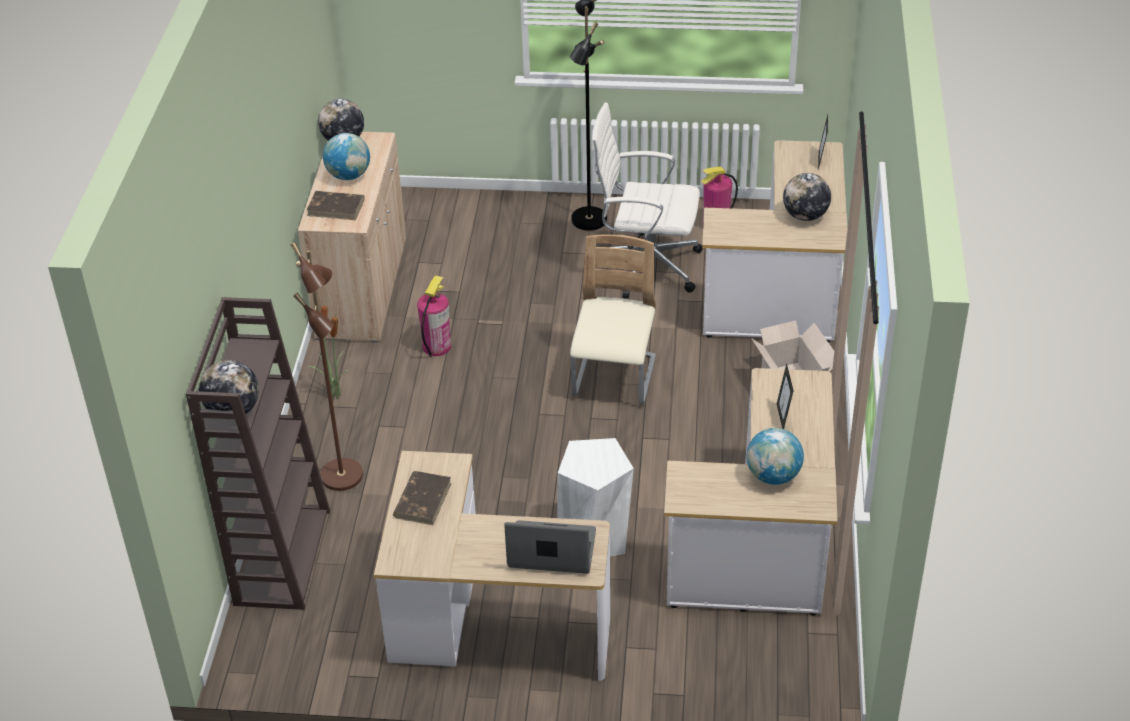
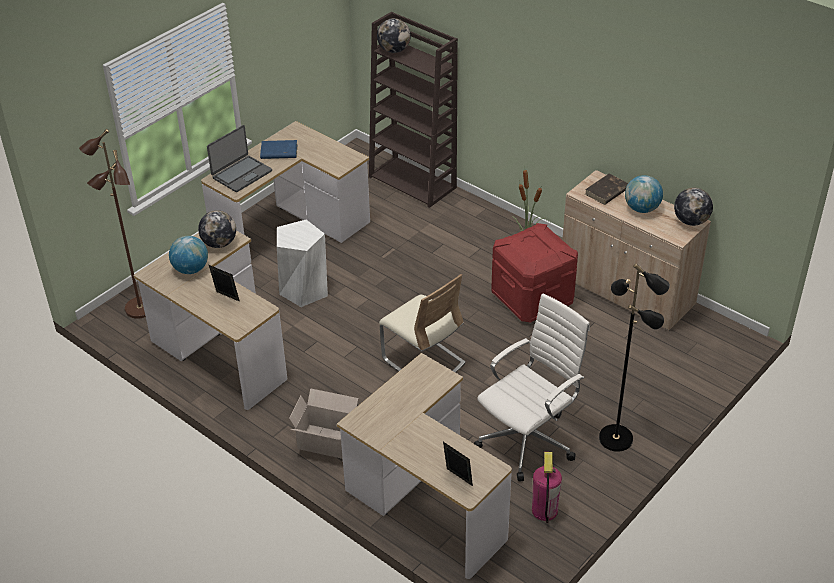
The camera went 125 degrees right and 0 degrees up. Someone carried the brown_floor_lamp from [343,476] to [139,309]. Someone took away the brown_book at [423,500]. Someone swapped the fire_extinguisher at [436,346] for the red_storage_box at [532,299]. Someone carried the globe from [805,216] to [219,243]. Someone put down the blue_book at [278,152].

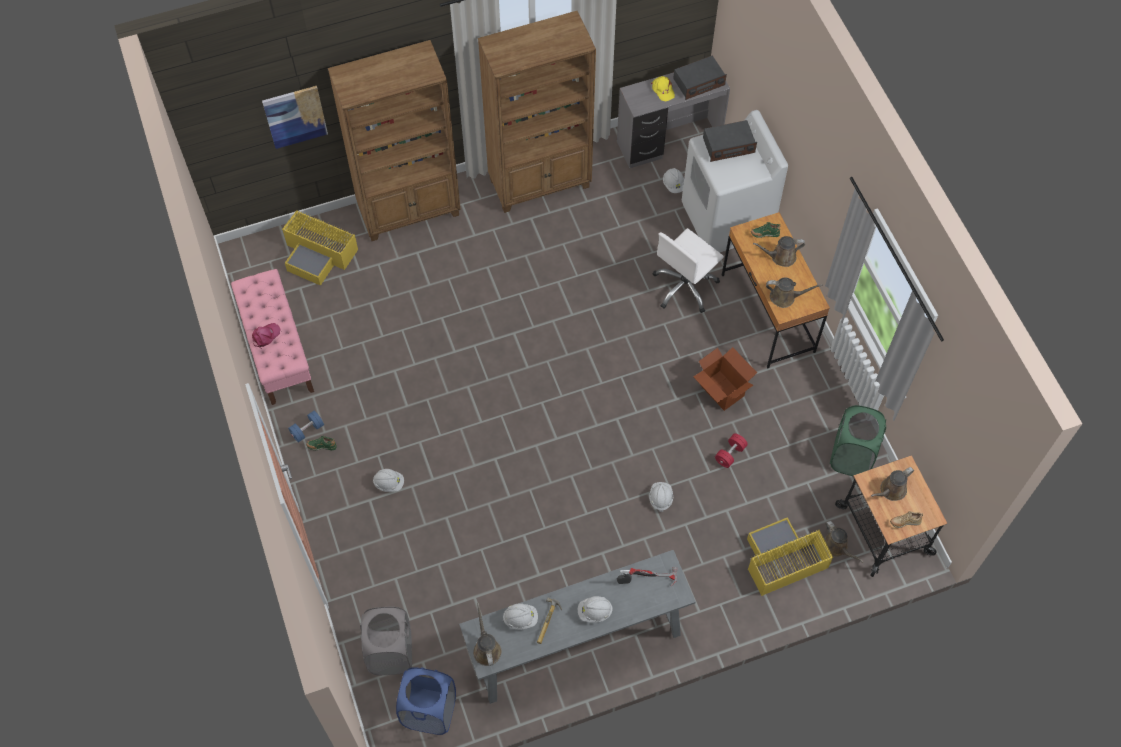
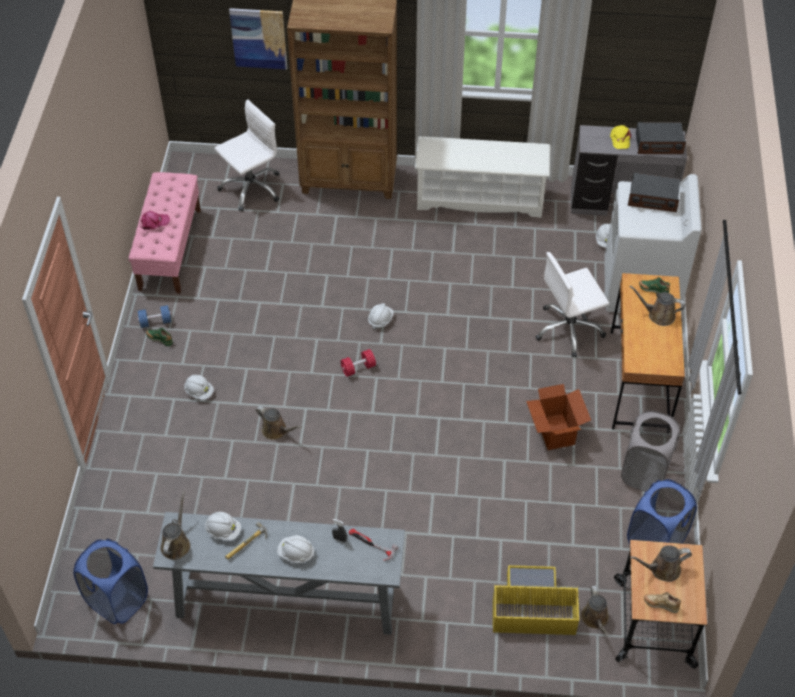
The camera went 25 degrees right and 10 degrees down. Someone swapped the yellow_storage_box at [319,254] for the white_office_chair at [251,188]. Someone carried the grey_laundry_basket from [391,653] to [645,472]. Someone swapped the brown_bookcase at [540,183] for the white_shoe_rack at [480,198]. Someone carried the white_hard_hat from [660,498] to [380,320]. Someone carried the red_dumbbell from [730,454] to [358,368]. Someone carried the brown_watering_can from [785,297] to [276,430]. Someone repainted the green_laundry_basket at [851,456], which became the blue_laundry_basket at [655,541].

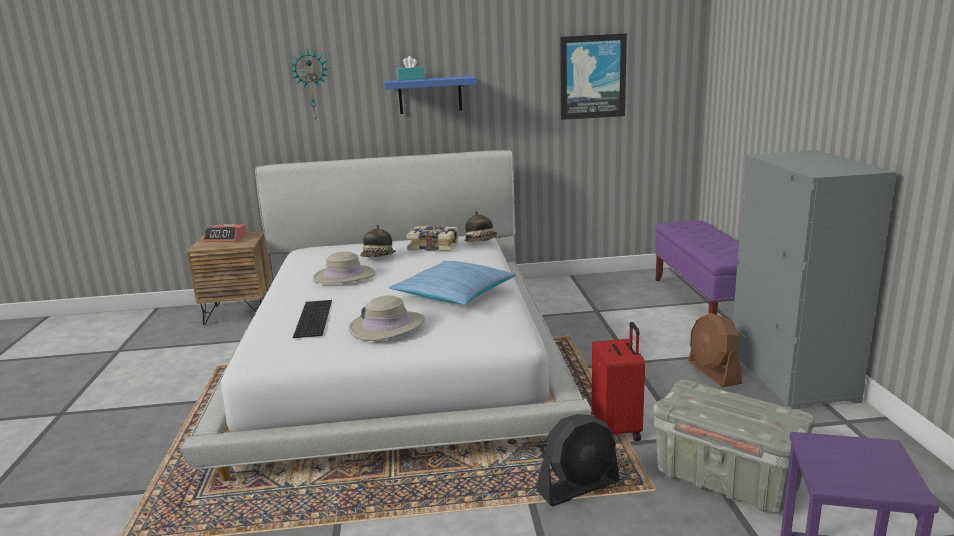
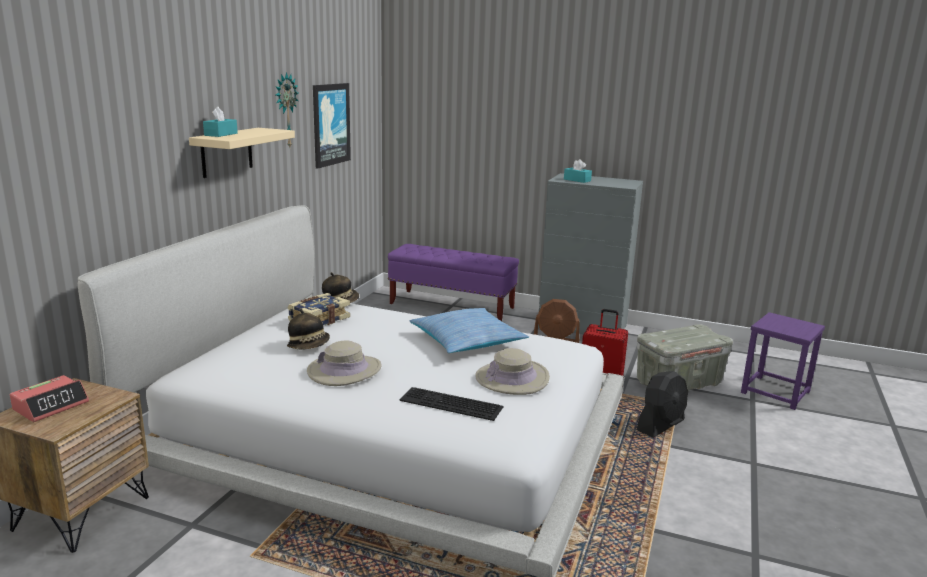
The camera went 65 degrees left and 0 degrees up. Someone carried the wall_clock from [311,85] to [285,110]. Someone repainted the blue_shelf at [430,95], which became the beige_shelf at [226,152]. Someone rotated the black_fan at [579,487] by 45 degrees clockwise. Someone put down the turquoise_tissue_box at [577,180].

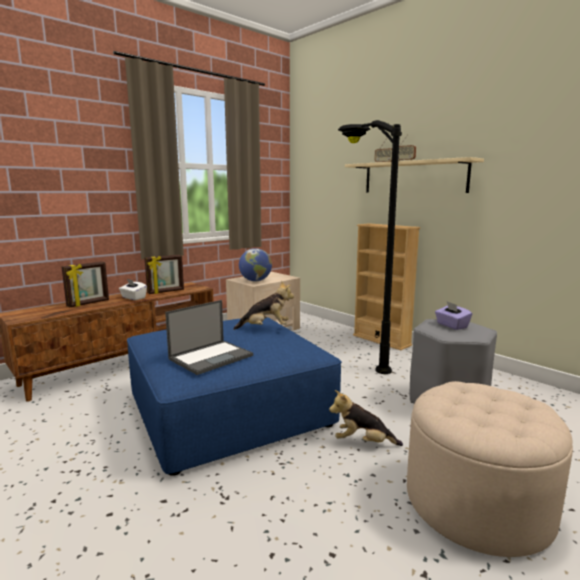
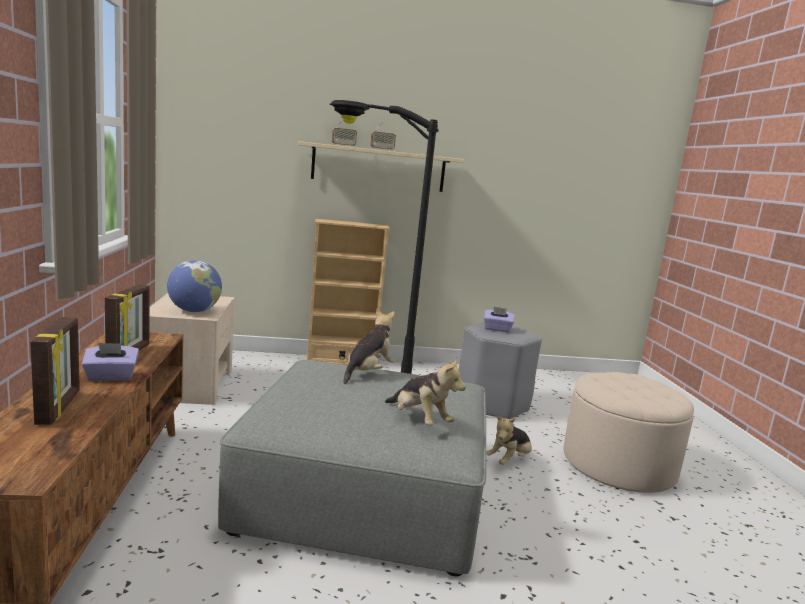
The camera went 55 degrees left and 0 degrees up. Someone repainted the white_tissue_box at [133,298], which became the purple_tissue_box at [111,377]. Someone repainted the blue_ottoman at [229,408], which became the grey_ottoman at [363,489]. Someone swapped the laptop at [211,357] for the plush_toy at [419,420].

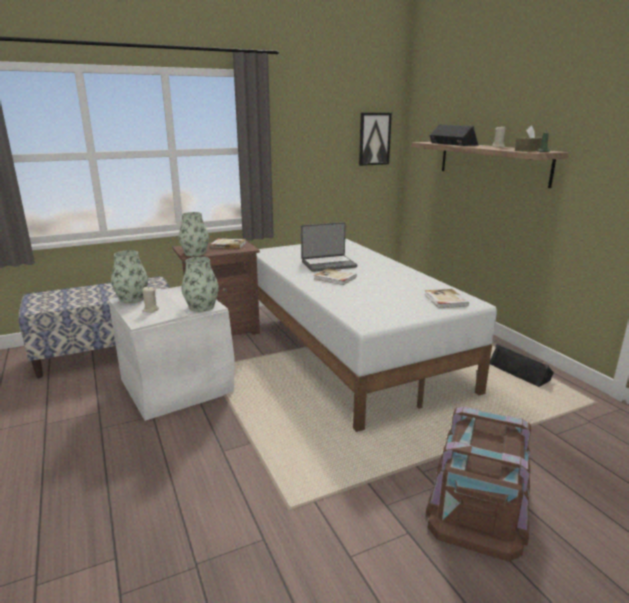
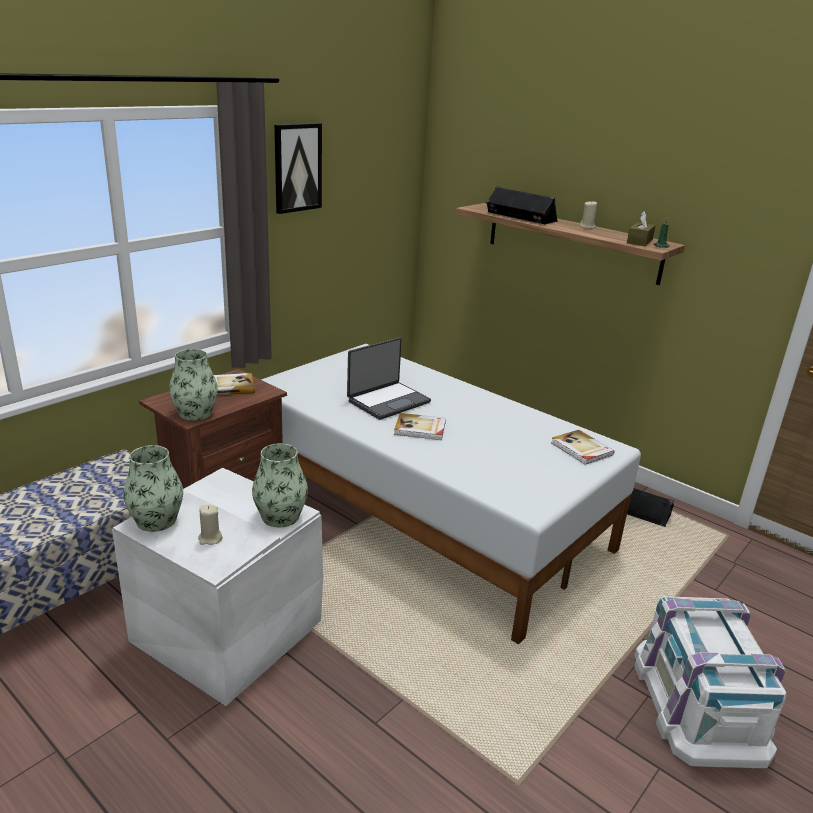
The camera went 25 degrees left and 5 degrees up. Someone carried the picture from [374,139] to [297,167]. Someone repainted the brown_storage_box at [478,501], which became the white_storage_box at [698,702].

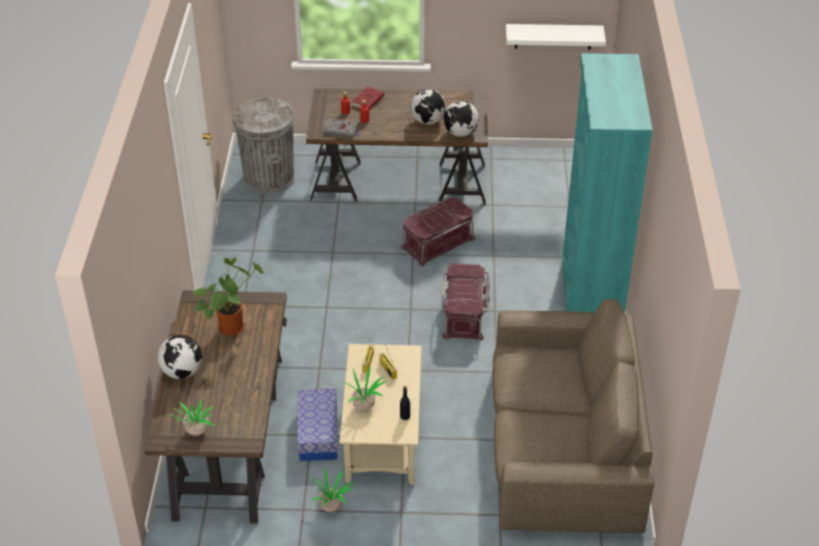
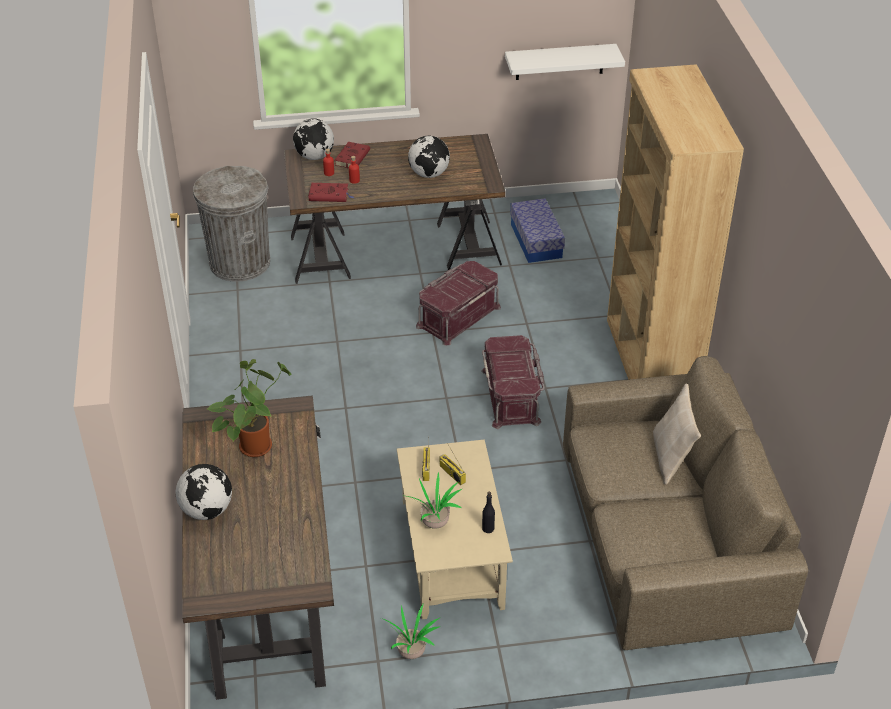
The camera went 10 degrees left and 0 degrees up. Someone took away the potted_plant at [196,433]. Someone carried the storage_box from [318,434] to [536,241]. Someone repainted the grey_book at [341,130], which became the red_book at [330,195]. Someone carried the globe from [460,133] to [314,157]. Someone repainted the turquoise_bookcase at [589,300], which became the brown_bookcase at [650,362]. Someone put down the beige_pillow at [671,458].

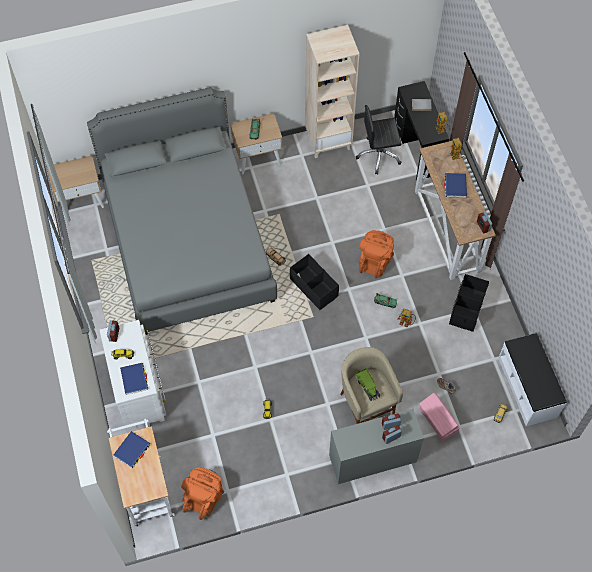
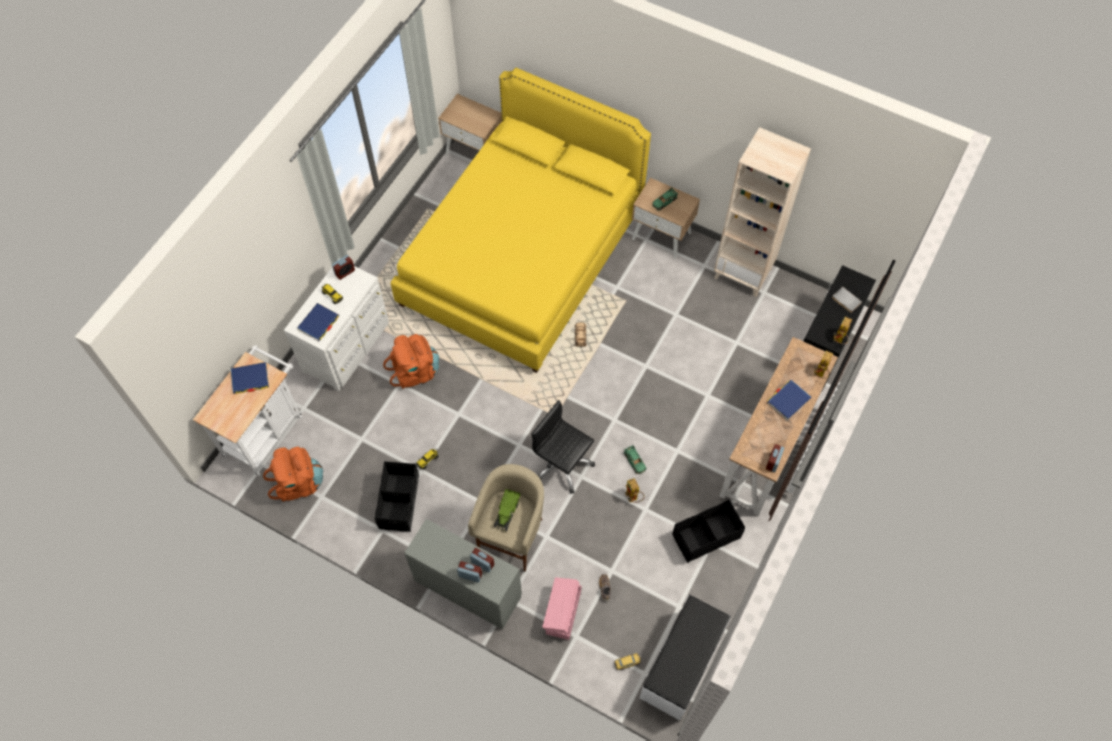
The camera went 45 degrees right and 0 degrees up. Someone repainted the grey_bed at [187,240], which became the yellow_bed at [522,257]. Someone carried the black_storage_box from [314,287] to [399,502]. Someone carried the black_office_chair from [379,155] to [561,465]. Someone carried the orange_backpack from [375,261] to [415,372].

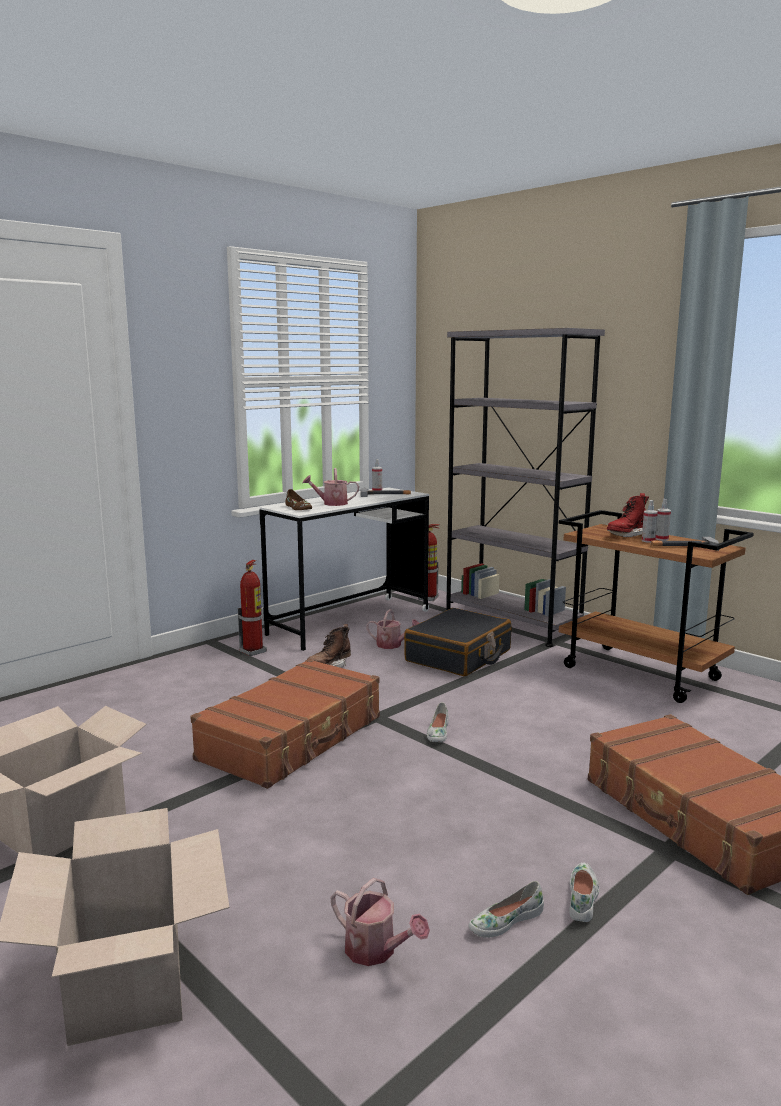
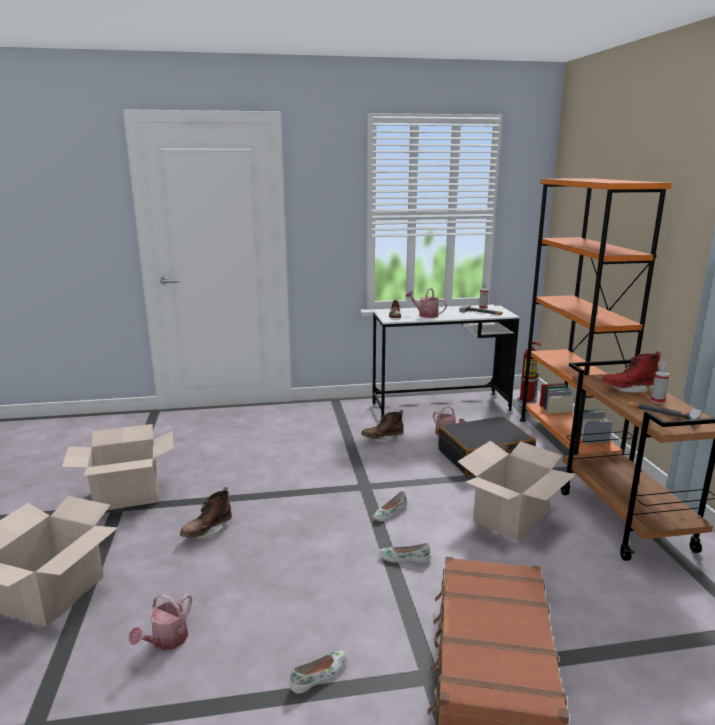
The camera went 35 degrees right and 5 degrees up. Someone took away the brown_suitcase at [293,738]. Someone took away the fire_extinguisher at [253,651]. Someone rotated the watering_can at [376,951] by 45 degrees clockwise. Someone repainted the grey_bookcase at [512,623], which became the orange_bookcase at [567,441]. Someone carried the white_shoe from [505,920] to [404,558]. Someone took away the spray_bottle at [648,541]. Someone put down the brown_boot at [207,531]. Someone put down the cardboard_box at [510,517].

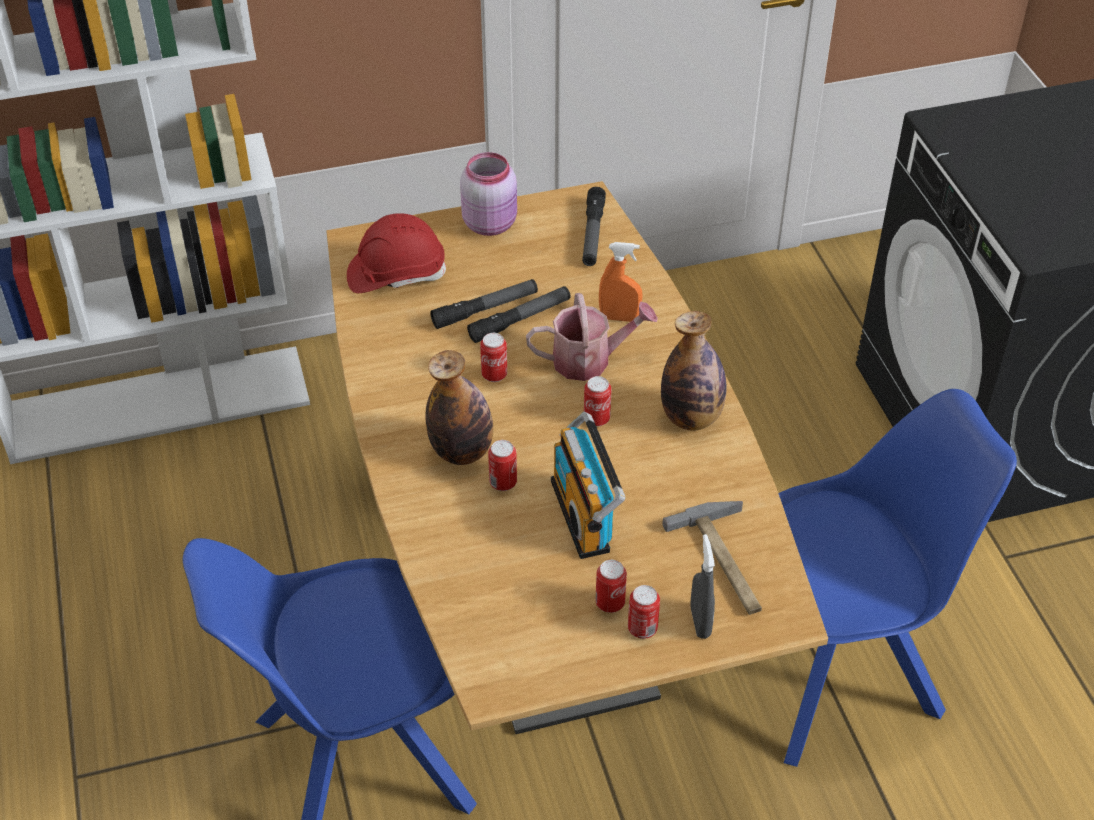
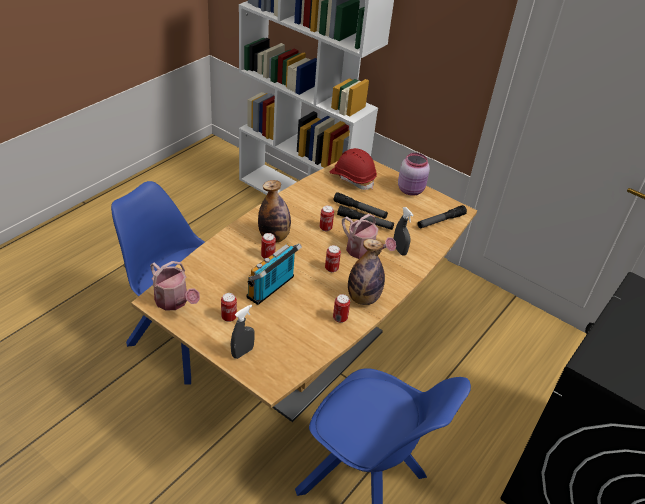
The camera went 50 degrees right and 5 degrees down. Someone repainted the orange_spray_bottle at [619,317], which became the grey_spray_bottle at [399,250]. Someone carried the can from [642,629] to [340,318]. Someone took away the hammer at [727,562]. Someone put down the watering_can at [174,302].

